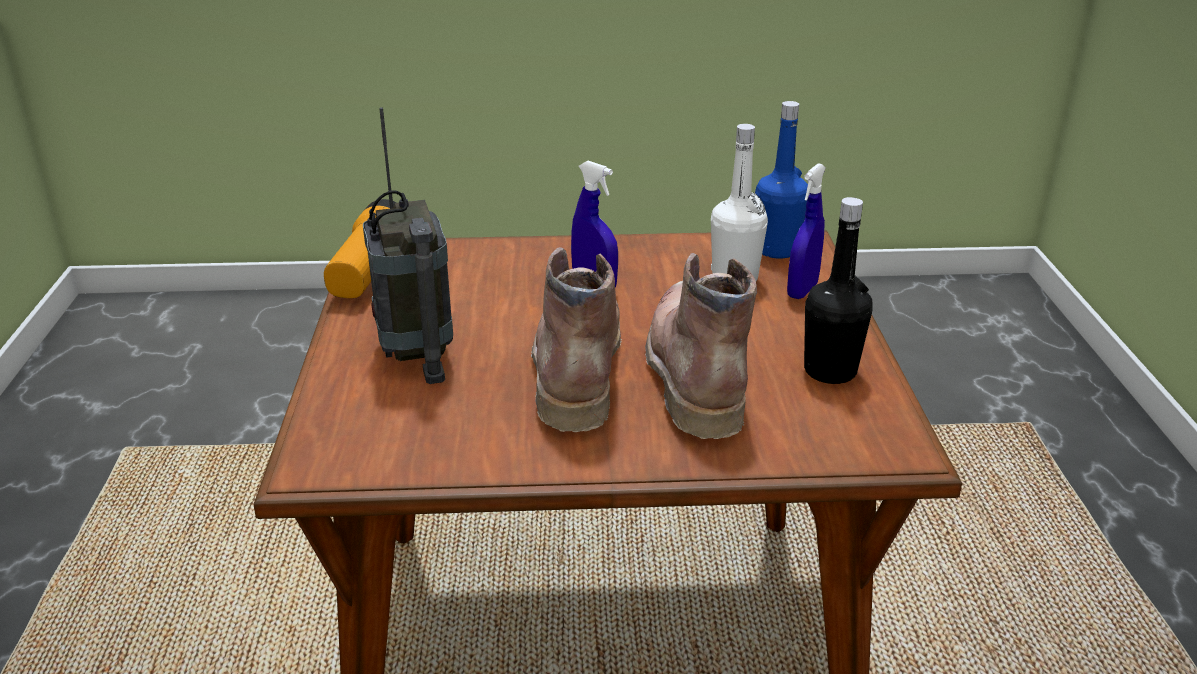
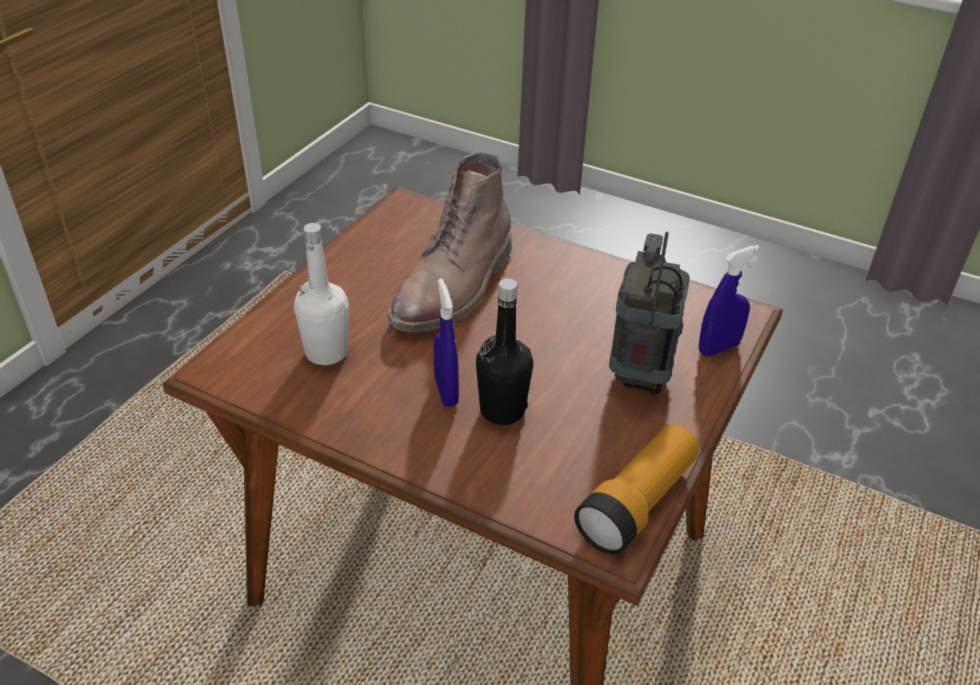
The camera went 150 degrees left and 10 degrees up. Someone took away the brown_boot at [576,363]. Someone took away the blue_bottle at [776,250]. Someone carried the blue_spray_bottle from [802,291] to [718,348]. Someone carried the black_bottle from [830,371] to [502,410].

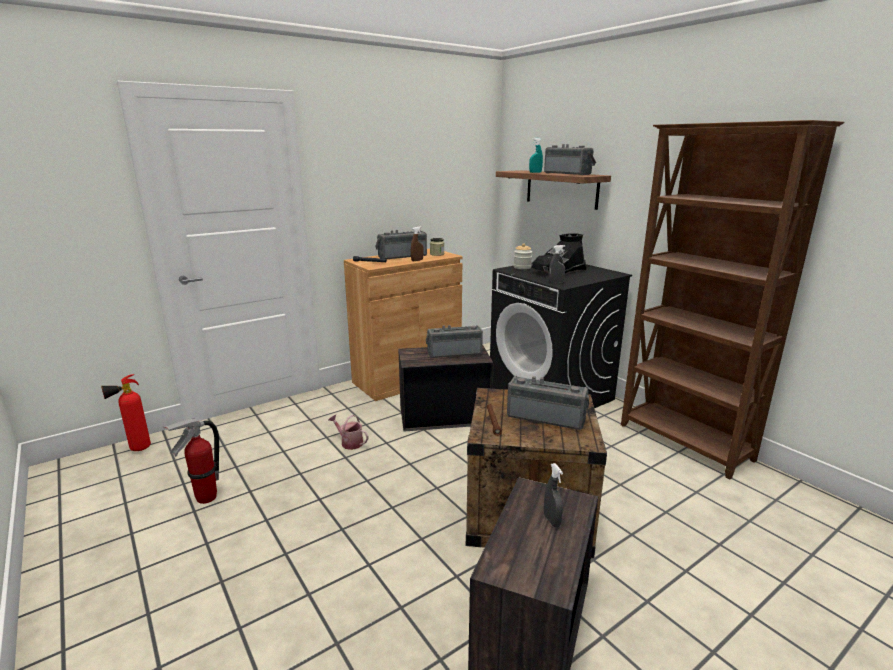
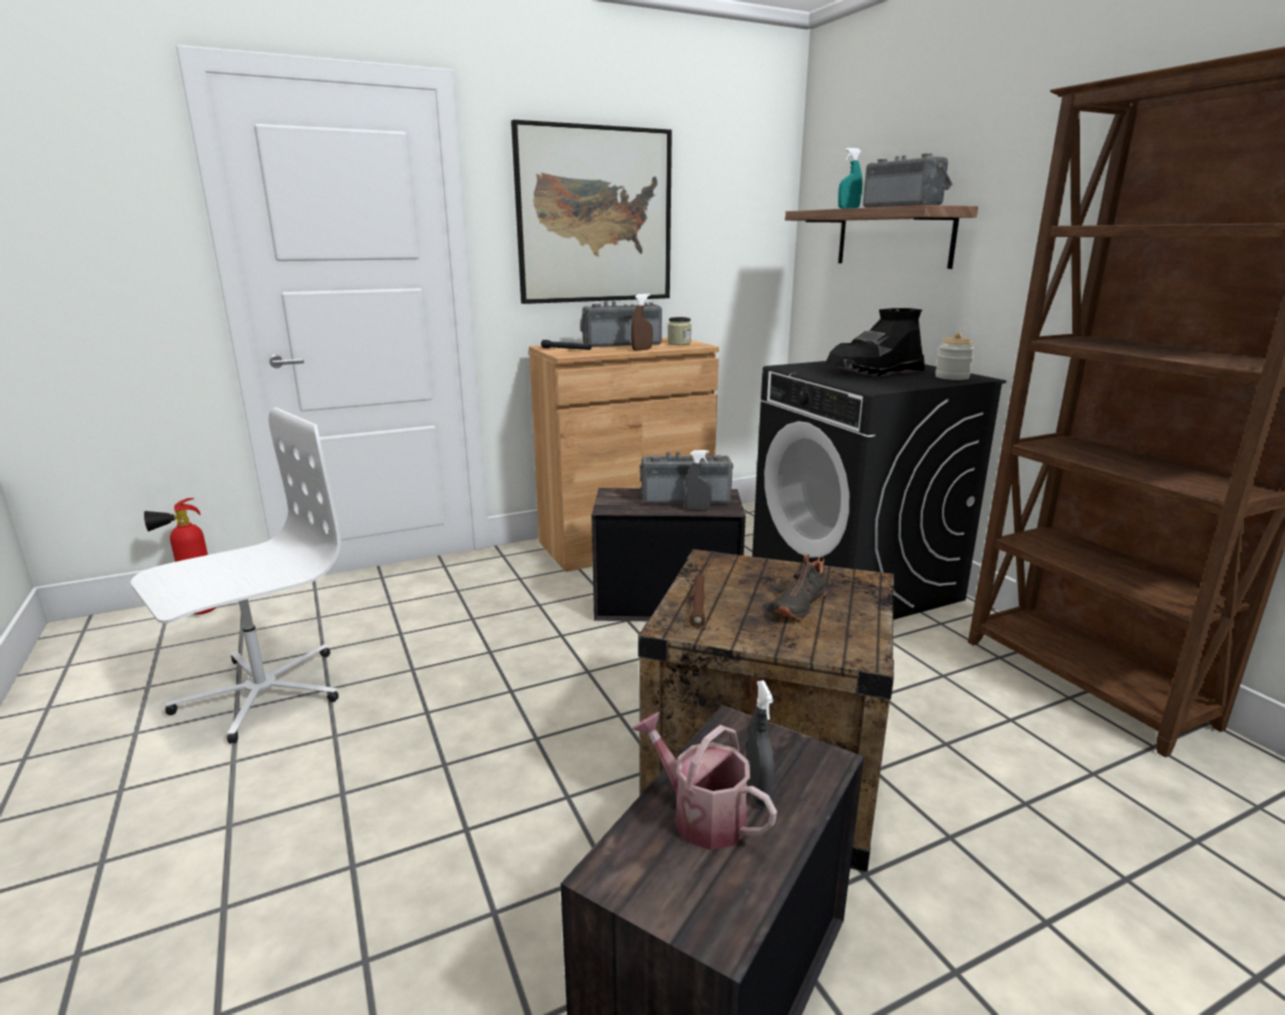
The camera went 10 degrees right and 0 degrees up. Someone swapped the fire_extinguisher at [205,498] for the white_office_chair at [261,692]. Someone carried the watering_can from [349,442] to [700,815]. Someone swapped the radio at [546,417] for the black_shoe at [798,604]. Someone carried the jar from [522,267] to [952,377]. Someone carried the grey_spray_bottle from [556,282] to [697,509]. Someone put up the picture at [595,216].

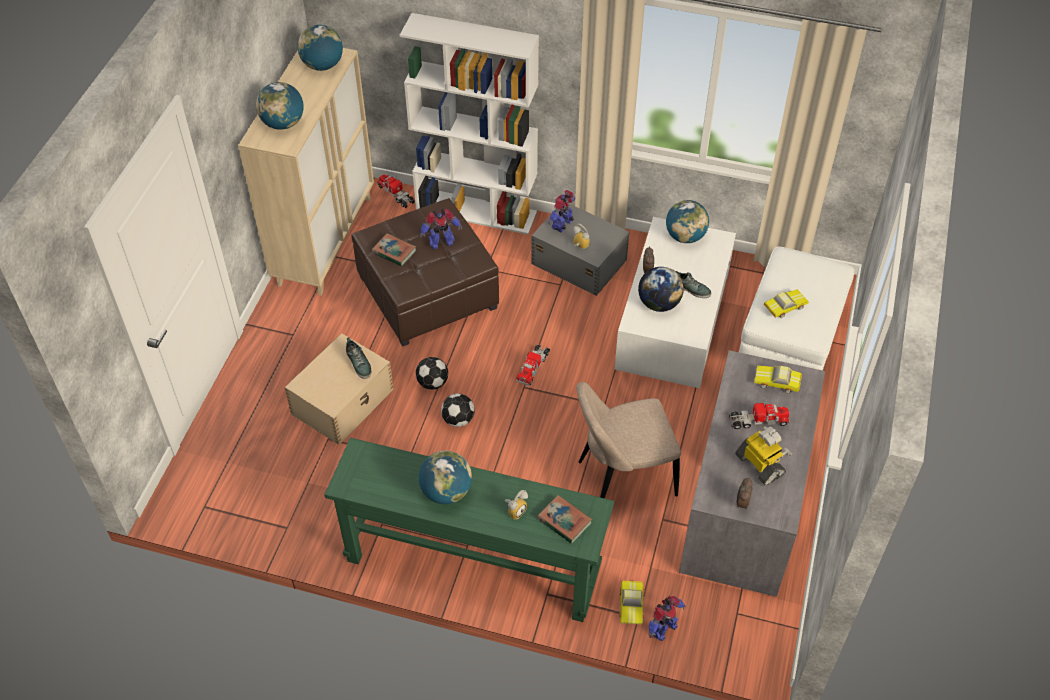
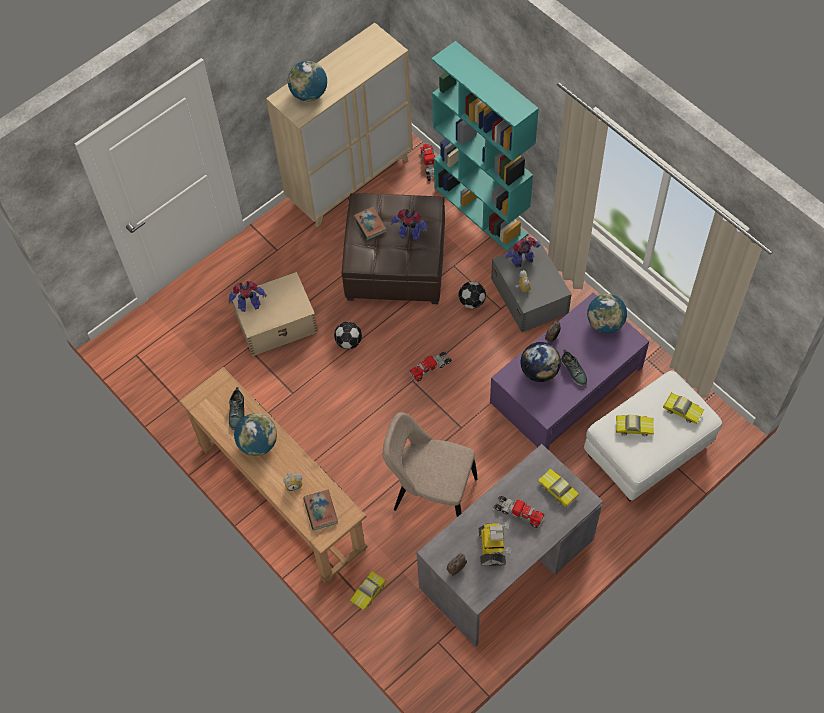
The camera went 35 degrees right and 10 degrees up. Someone took away the globe at [322,65]. Someone repainted the green_console_table at [472,564], which became the brown_console_table at [282,498]. Someone carried the shoe from [359,363] to [237,412]. Someone repainted the white_bookcase at [477,211], which became the turquoise_bookcase at [481,211]. Someone carried the football from [458,419] to [472,301]. Someone repainted the white_coffee_table at [673,320], which became the purple_coffee_table at [566,384]. Someone carried the toy_robot from [663,628] to [249,305]. Someone put down the toy_car at [682,409].

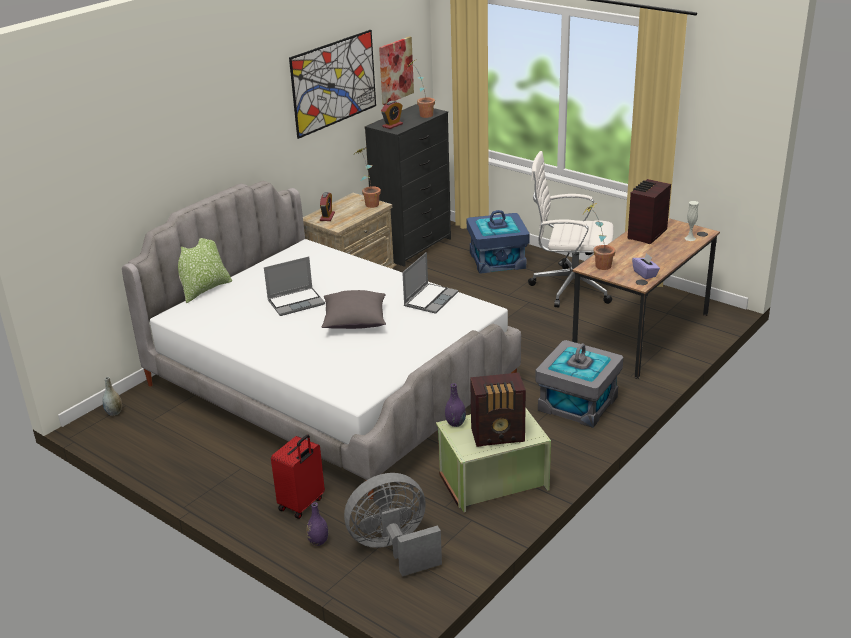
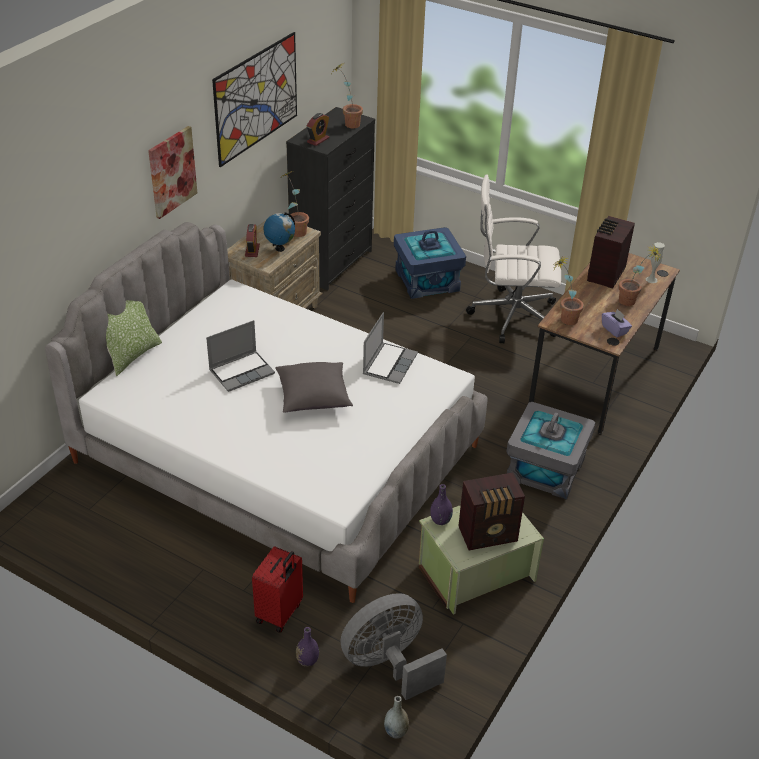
The camera went 10 degrees left and 10 degrees up. Someone carried the grey_vase from [114,412] to [396,731]. Someone carried the picture from [395,70] to [172,172]. Someone put down the globe at [280,248]. Someone put down the potted_plant at [631,303].

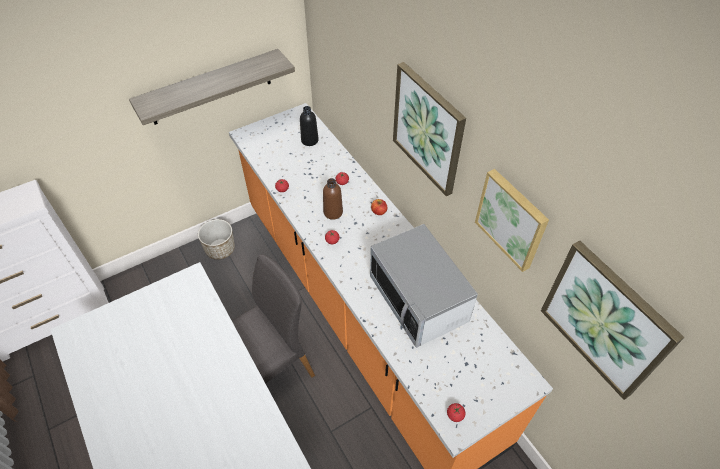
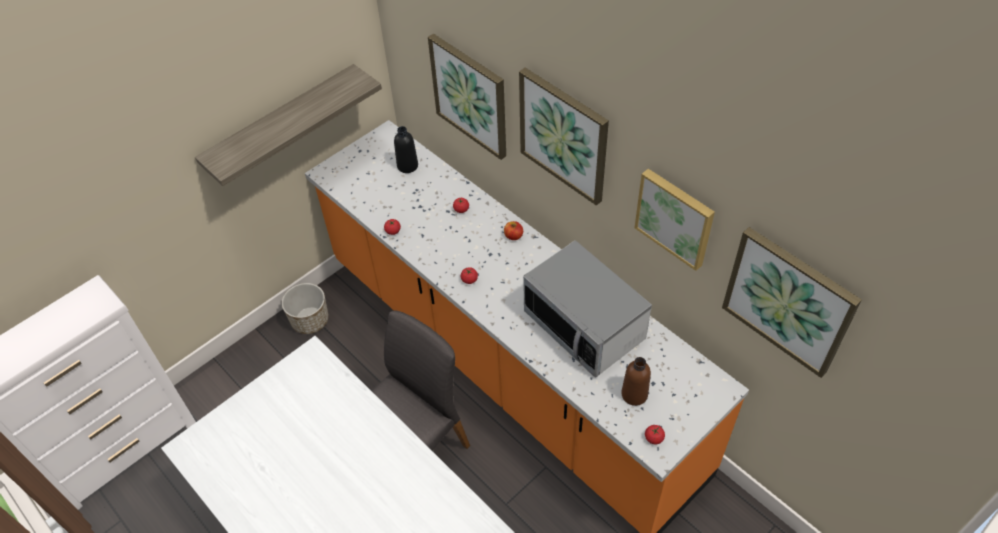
The camera went 10 degrees left and 0 degrees up. Someone carried the brown_bottle from [333,212] to [634,394]. Someone put up the picture at [470,95].

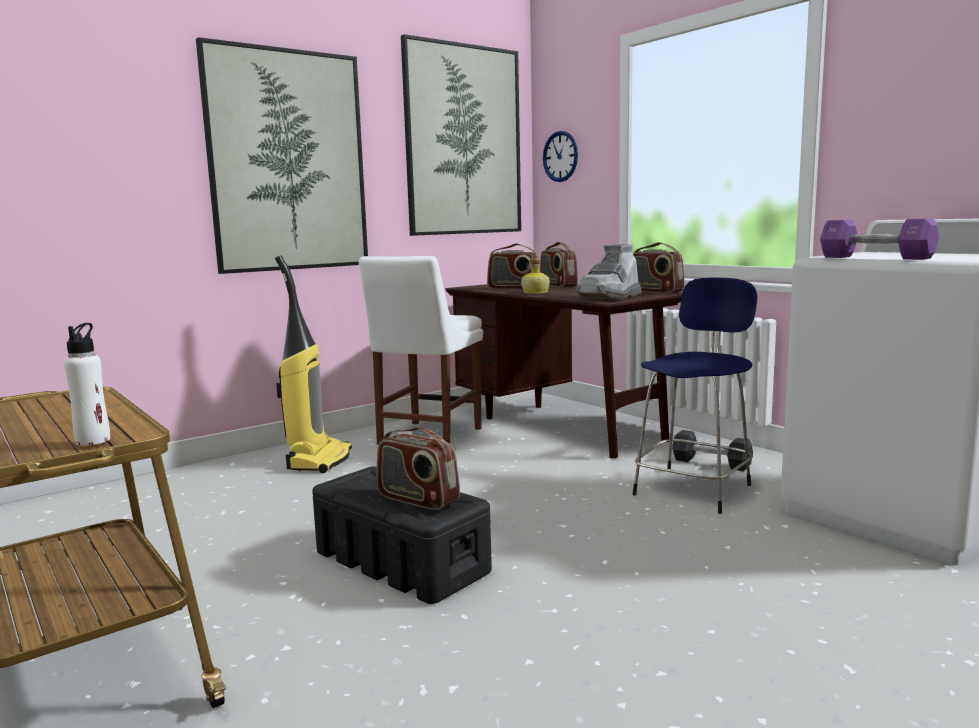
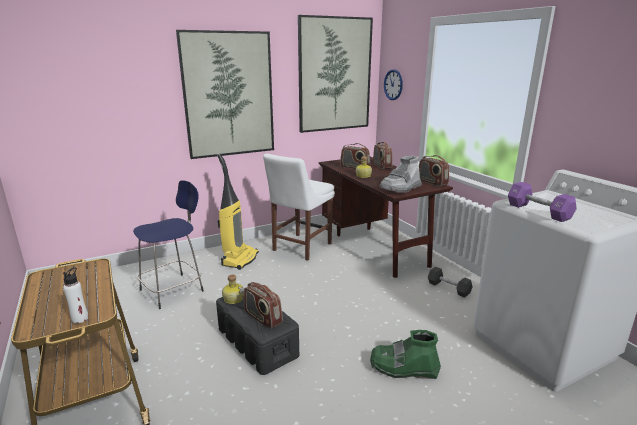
The camera went 10 degrees right and 10 degrees up. Someone carried the blue_stool from [694,488] to [174,289]. Someone put down the bottle at [233,298]. Someone put down the green_boot at [403,368].

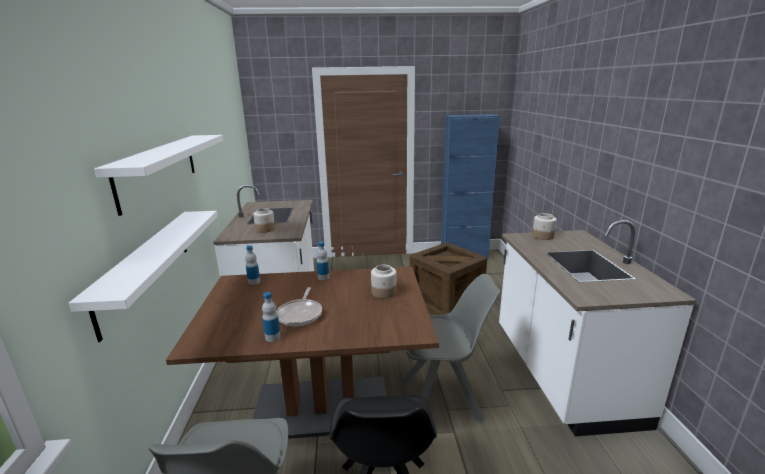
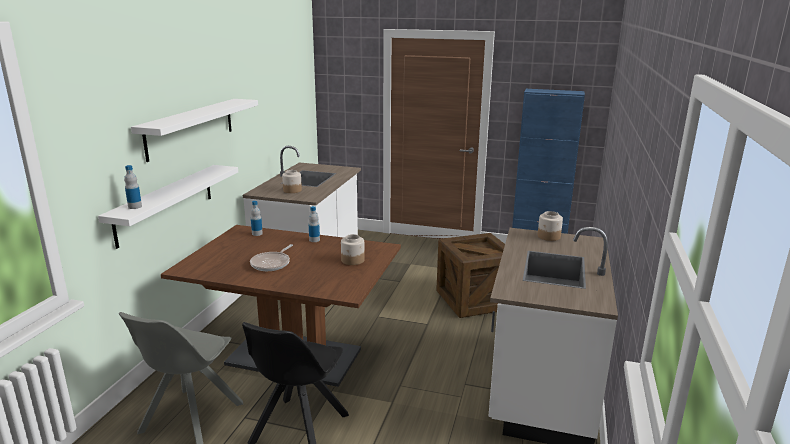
The camera went 20 degrees right and 0 degrees up. Someone carried the bottle from [272,337] to [135,206]. Someone took away the grey_chair at [443,399].

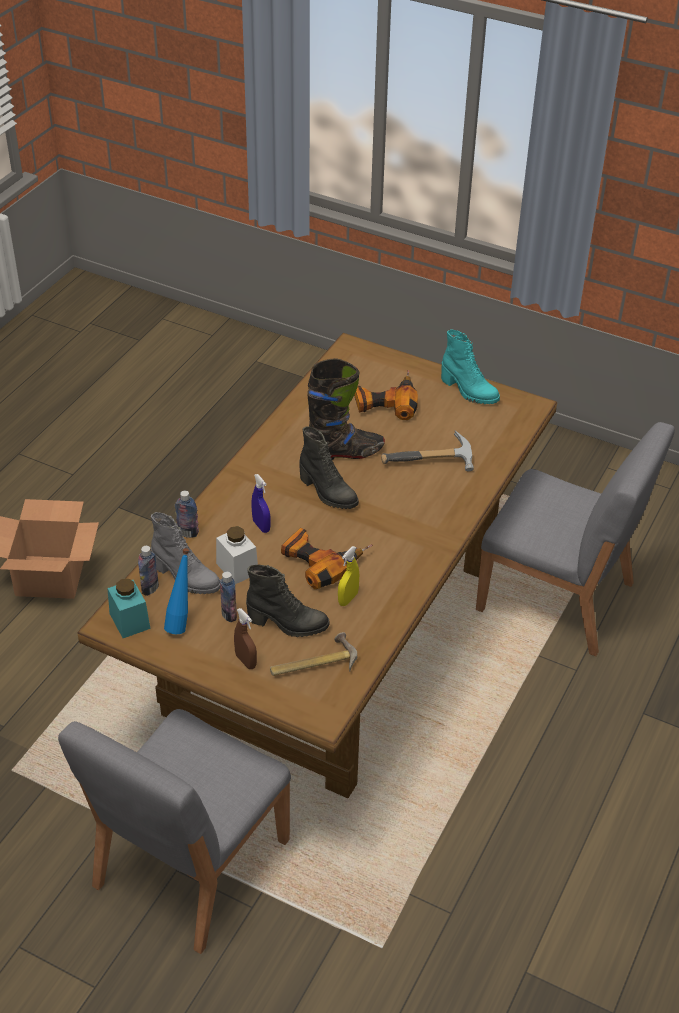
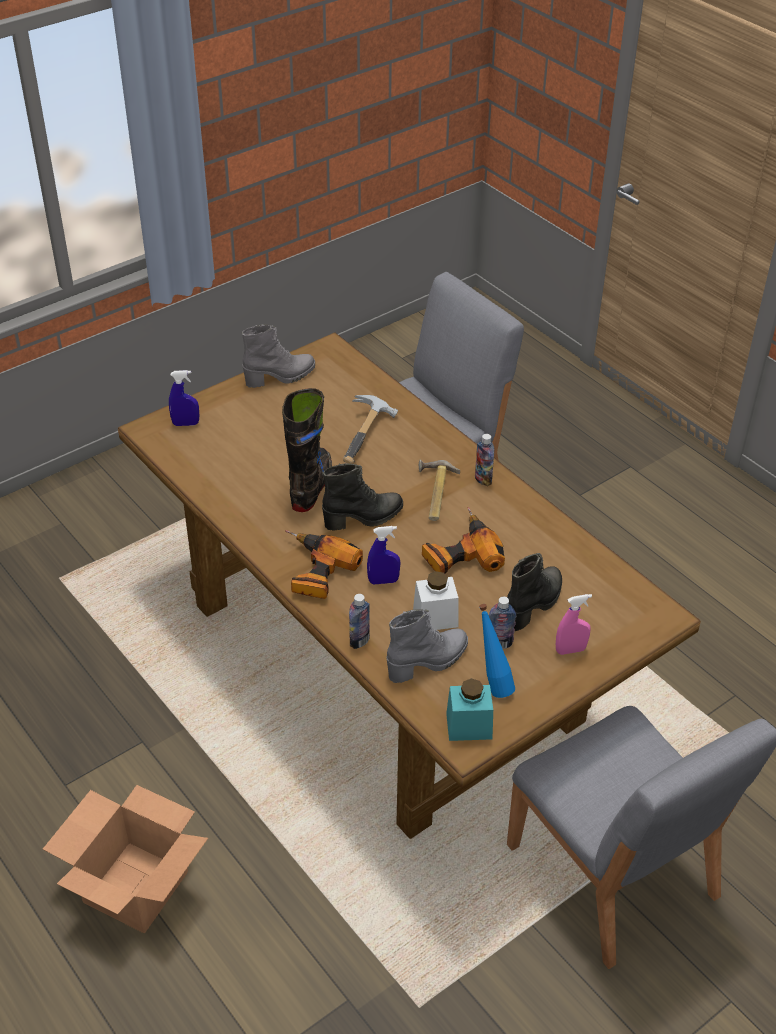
The camera went 65 degrees left and 0 degrees up. Someone carried the bottle from [150,588] to [483,479]. Someone repainted the brown_spray_bottle at [246,661], which became the pink_spray_bottle at [570,650]. Someone carried the hammer from [313,662] to [434,493]. Someone took away the yellow_spray_bottle at [348,599]. Someone carried the power_drill from [385,402] to [315,572]. Someone repainted the turquoise_boot at [468,391], which became the grey_boot at [280,377]. Someone put down the blue_spray_bottle at [186,424].

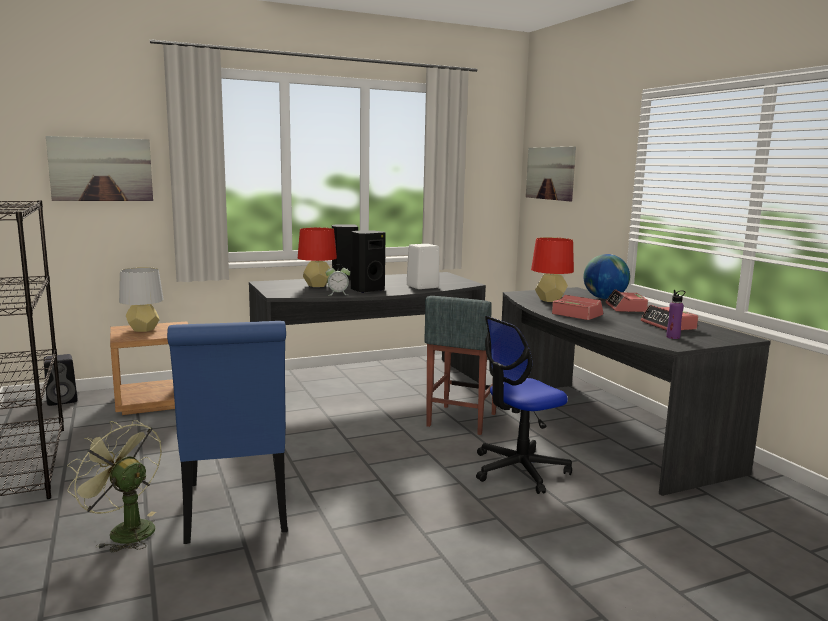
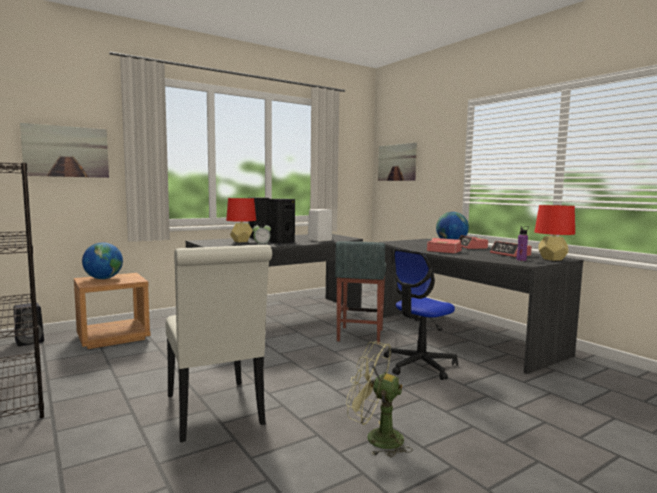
The camera went 10 degrees left and 5 degrees down. Someone carried the green_fan from [124,530] to [376,438]. Someone swapped the grey_table_lamp at [143,329] for the globe at [103,279]. Someone repainted the blue_chair at [236,512], which became the white_chair at [215,413]. Someone carried the red_table_lamp from [550,300] to [552,259].

